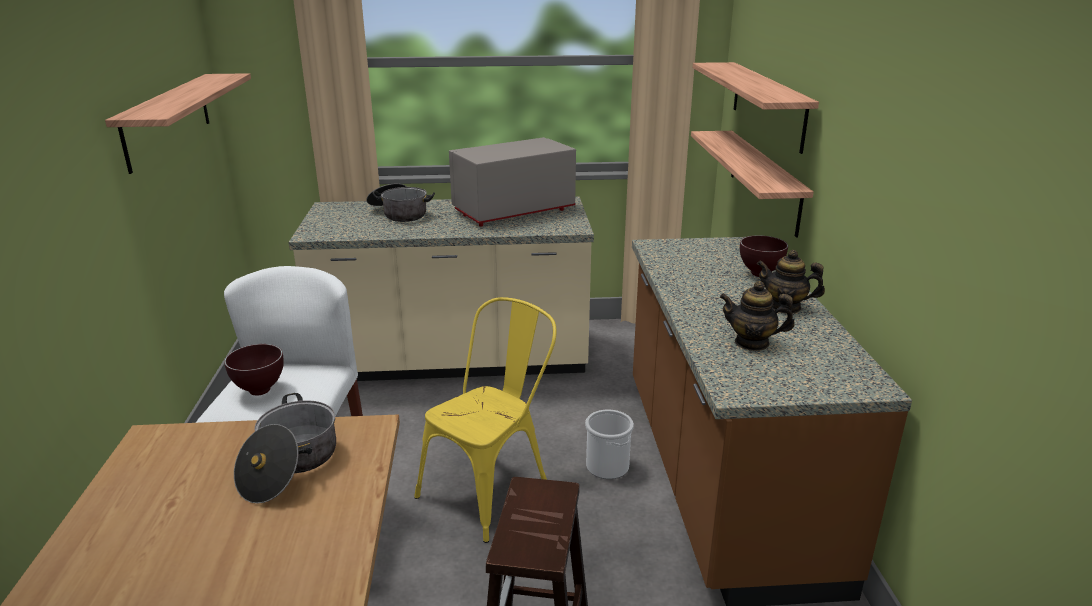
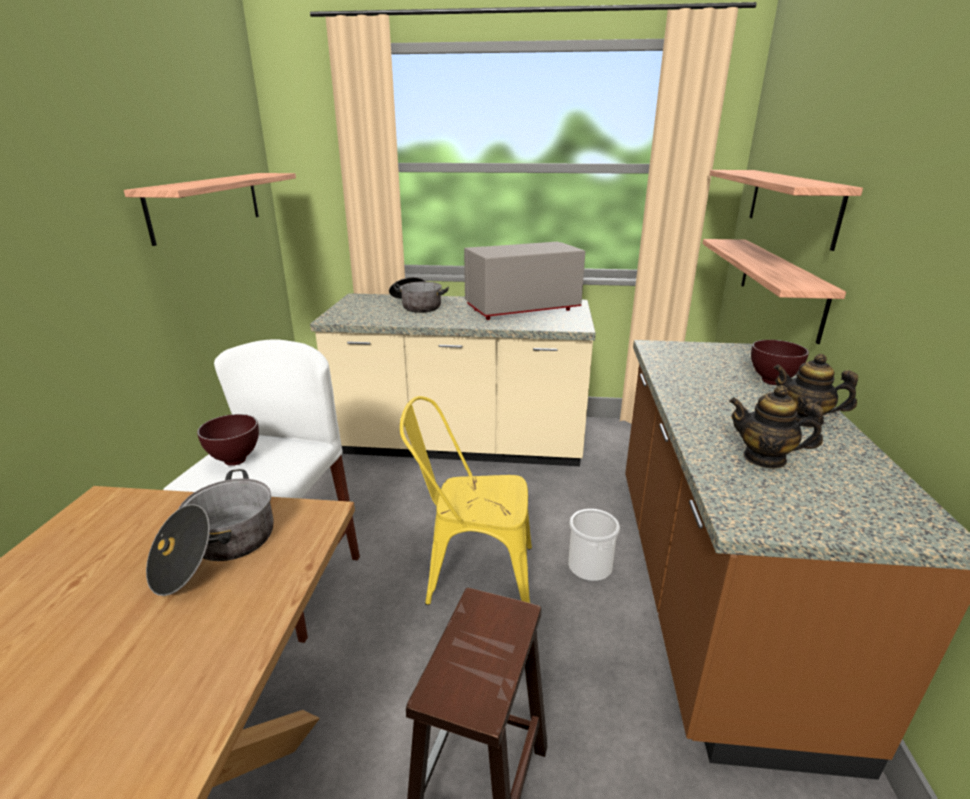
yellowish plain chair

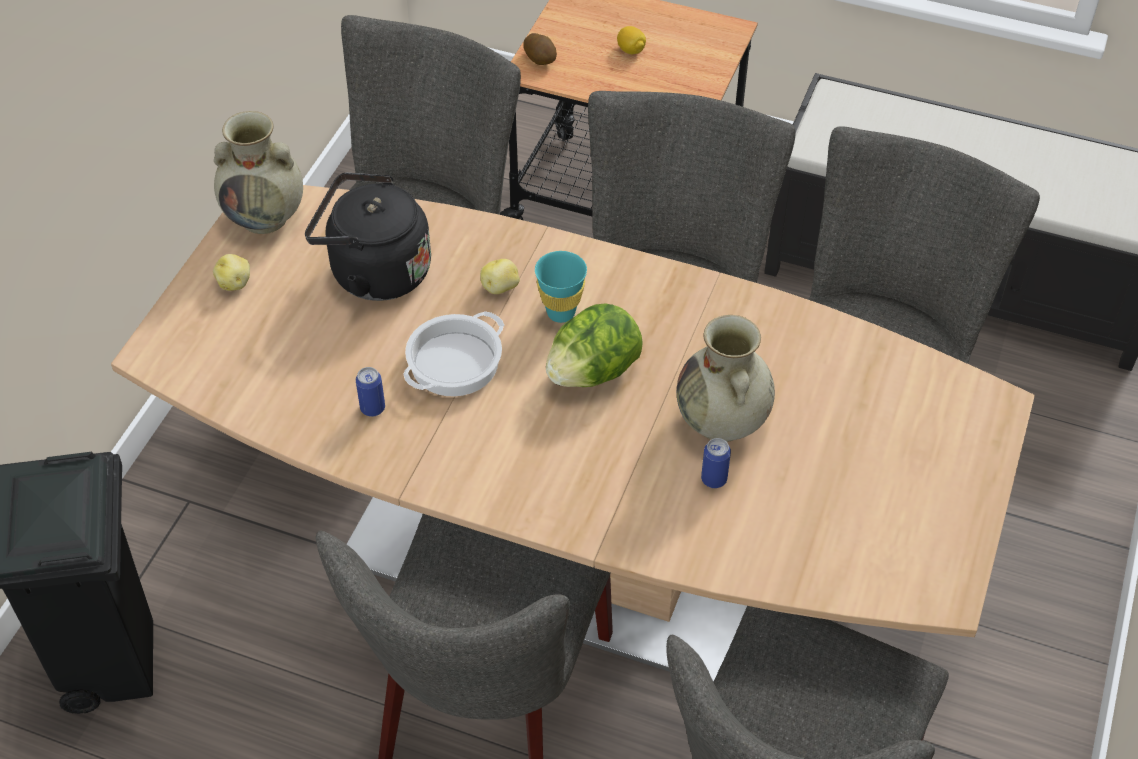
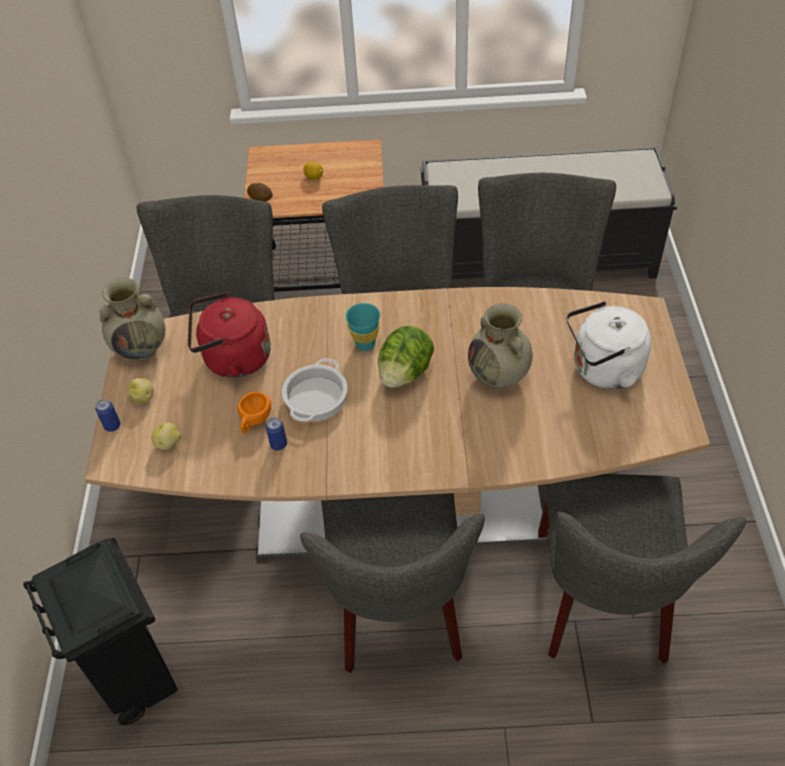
red-coloured tea kettle; potato (no. 2 from left); sealed can (no. 1 from left); orange drinking cup; white-coloured tea kettle

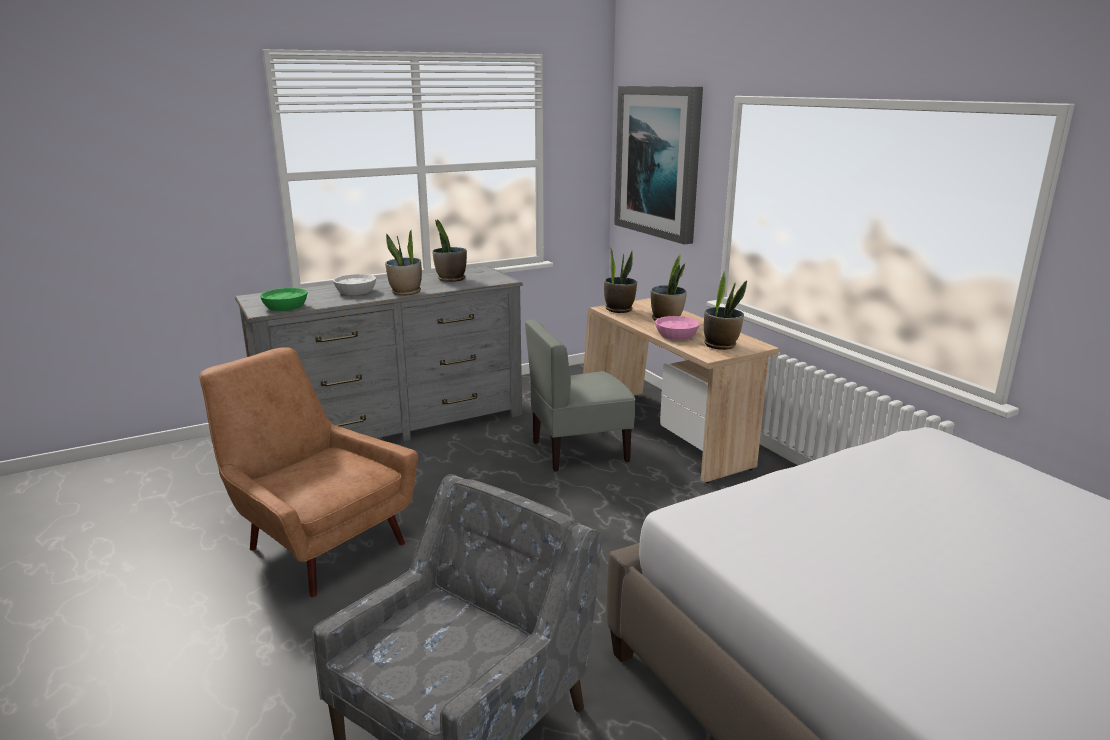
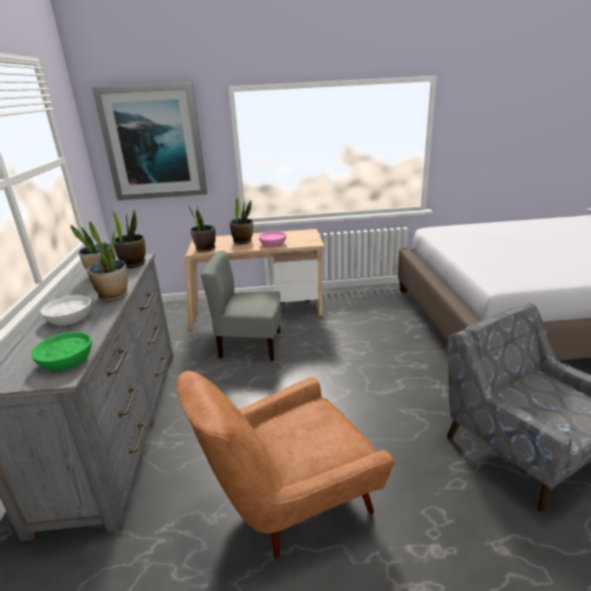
grey plain chair; potted plant (no. 3 from left)

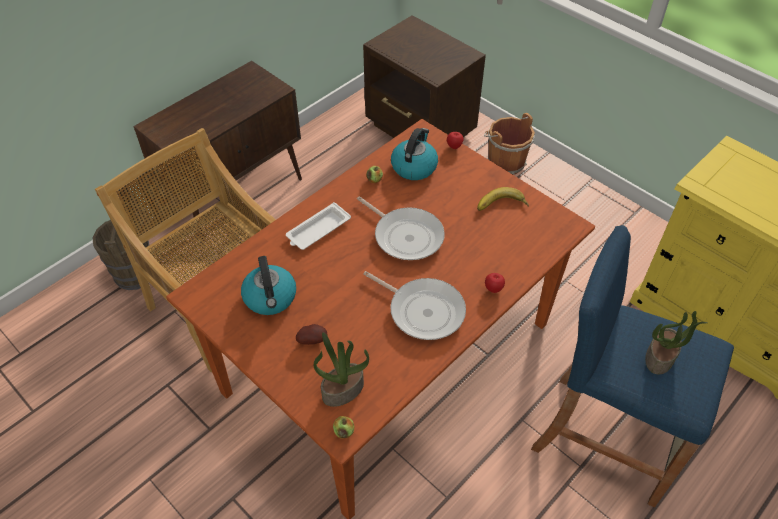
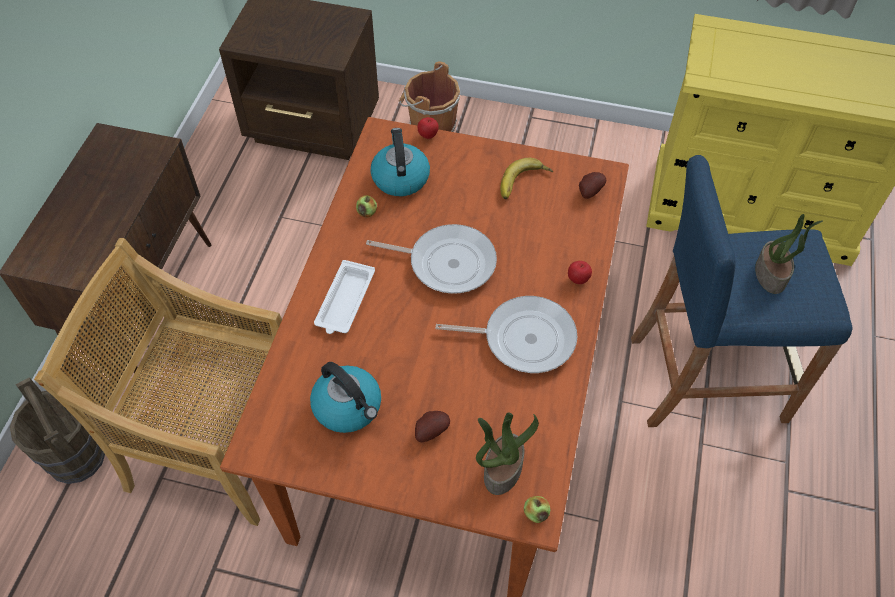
potato (no. 2 from left)

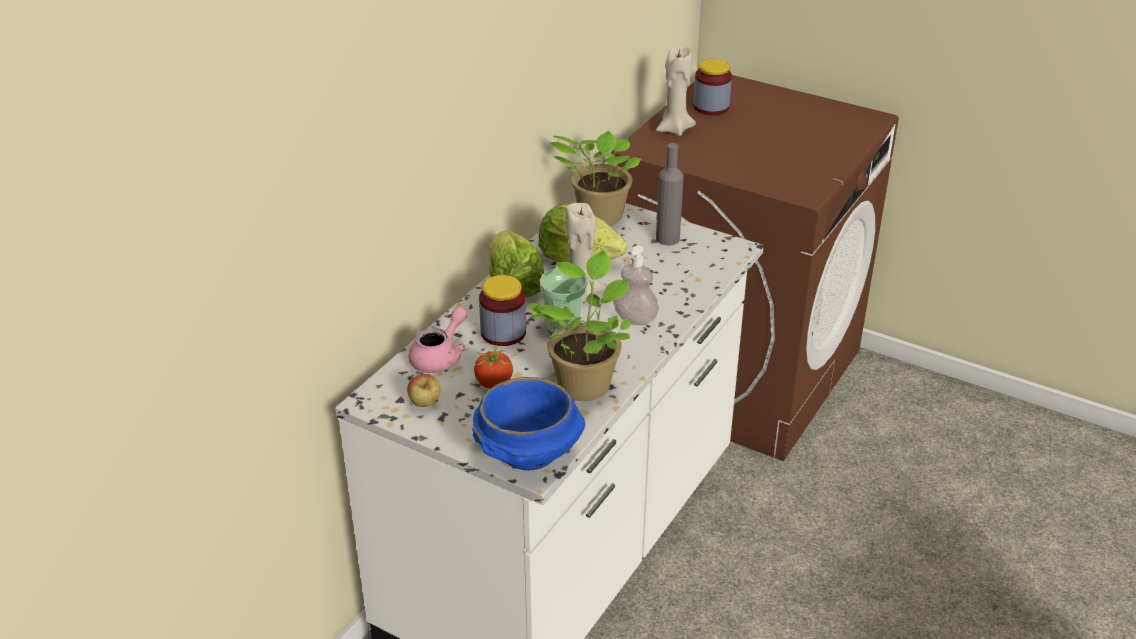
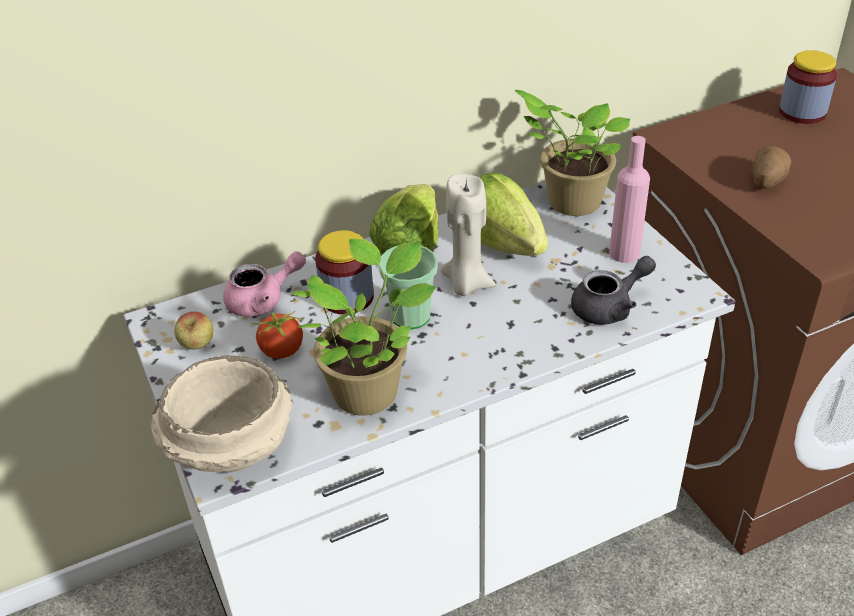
beige deep dish; soap dispenser; beige candle (no. 2 from left in the first image); pink-coloured bottle; grey tea pot; potato

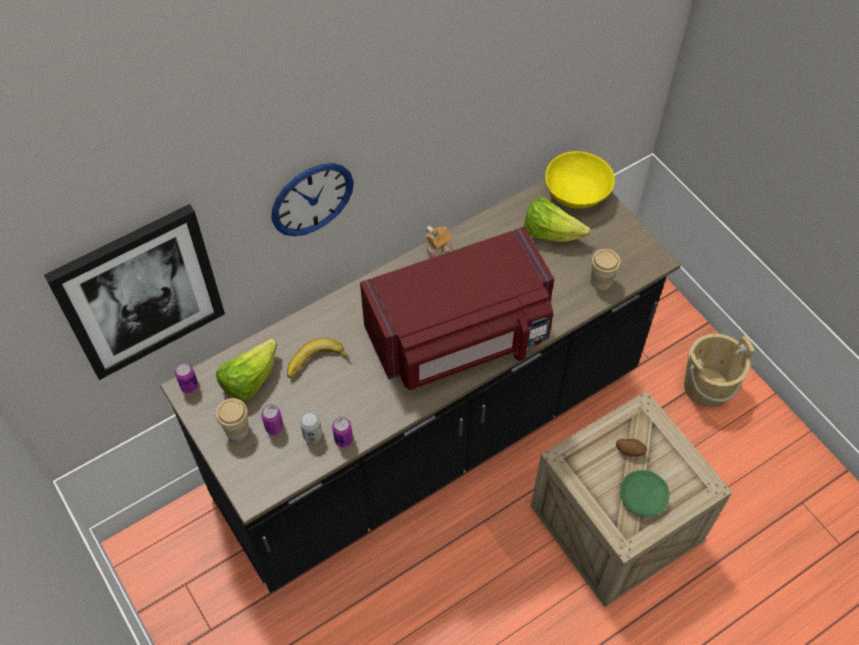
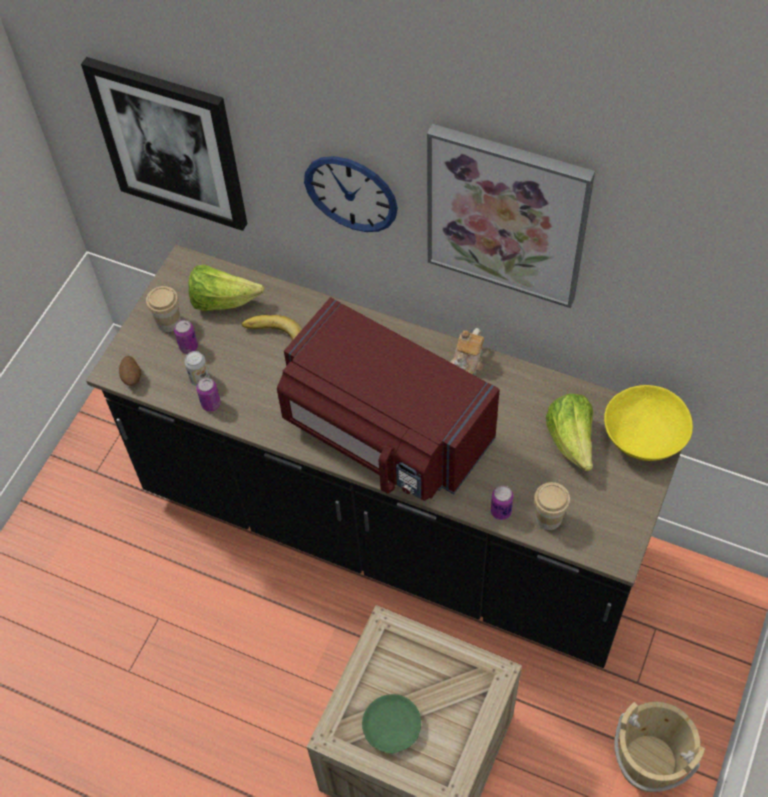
sealed can (no. 4 from left); potato; wall picture (no. 2 from left)

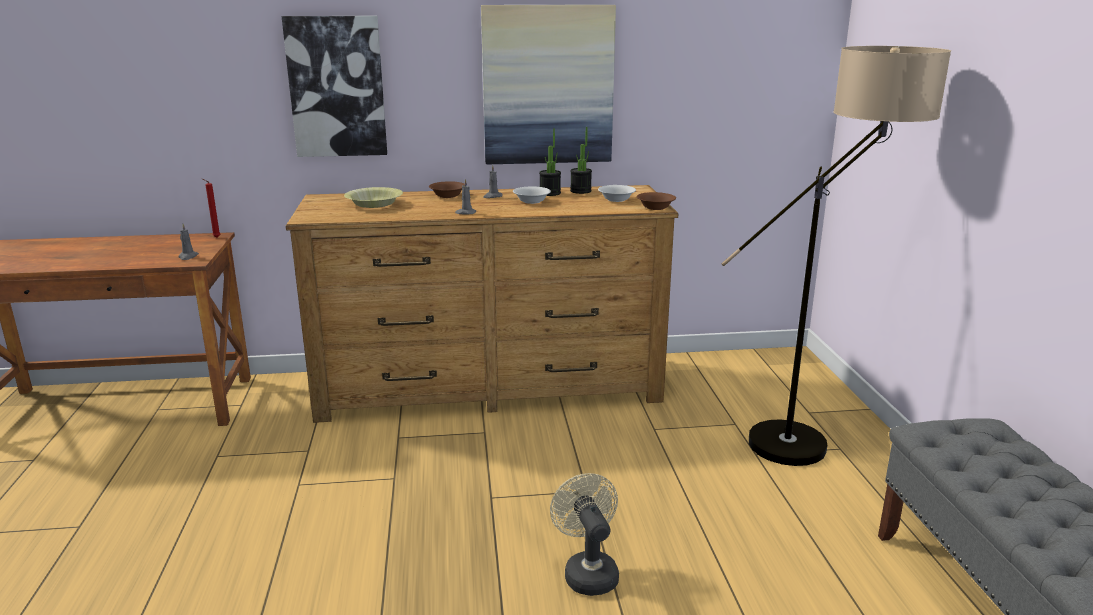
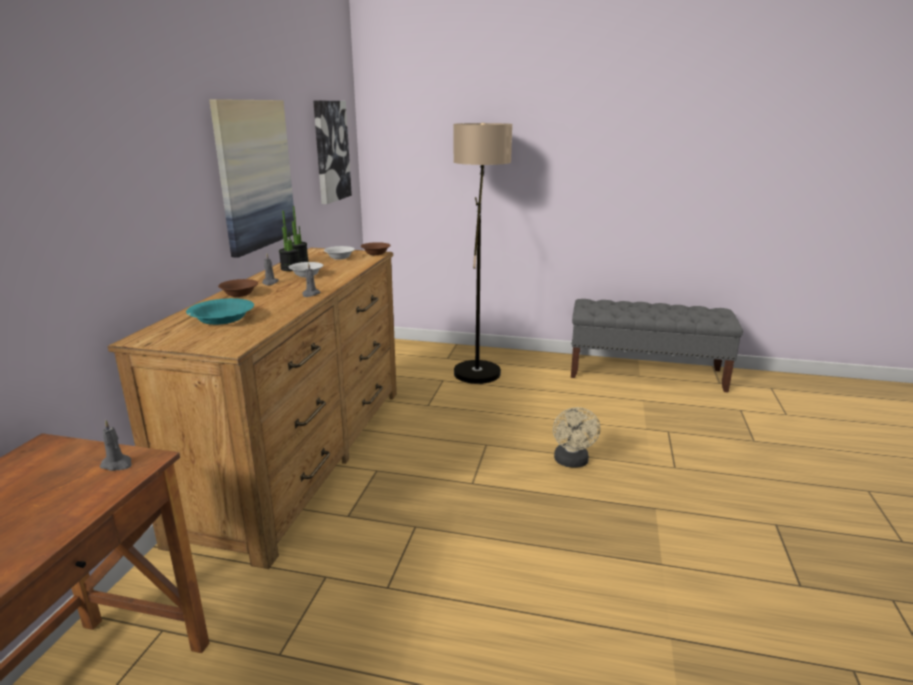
red-coloured candle; wall picture (no. 2 from left); turquoise-coloured deep dish; beige electric fan

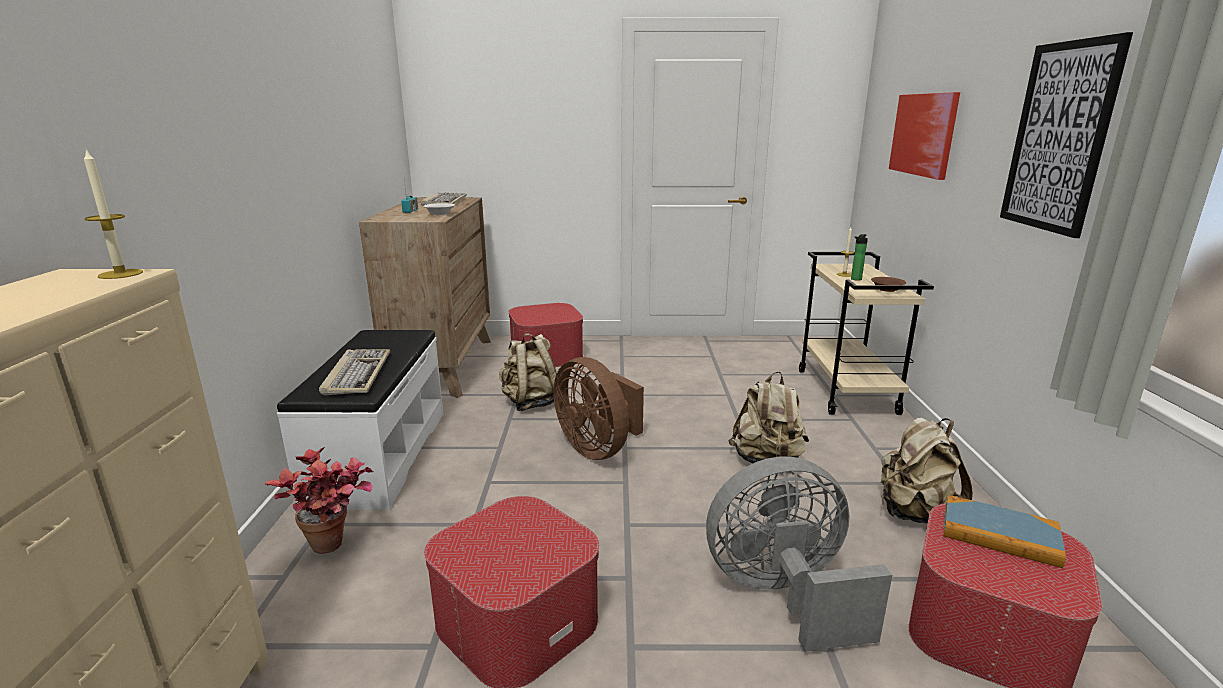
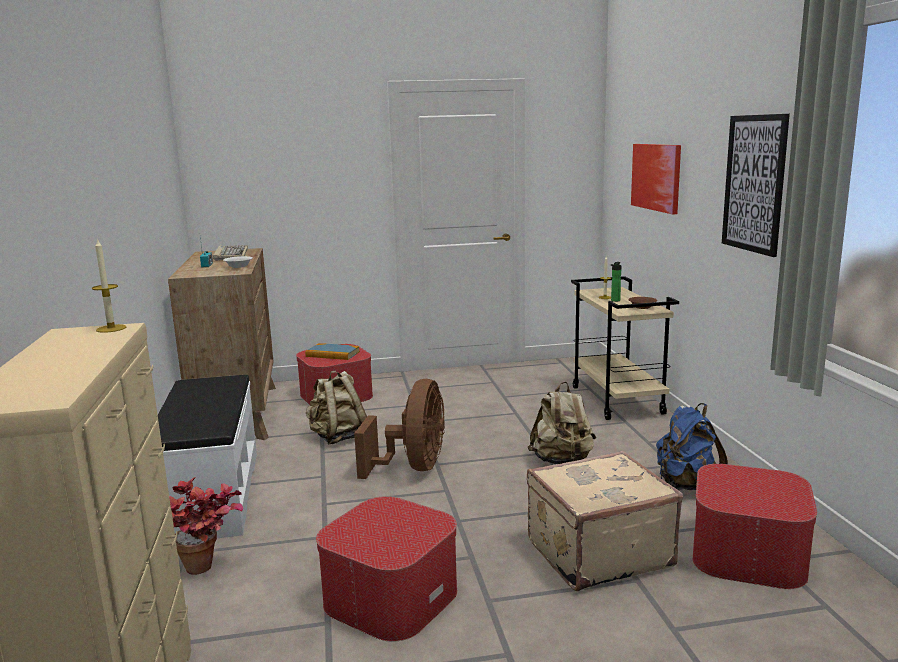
computer keyboard (no. 1 from left in the first image); brown-coloured electric fan; beige suitcase; blue knapsack; bound book

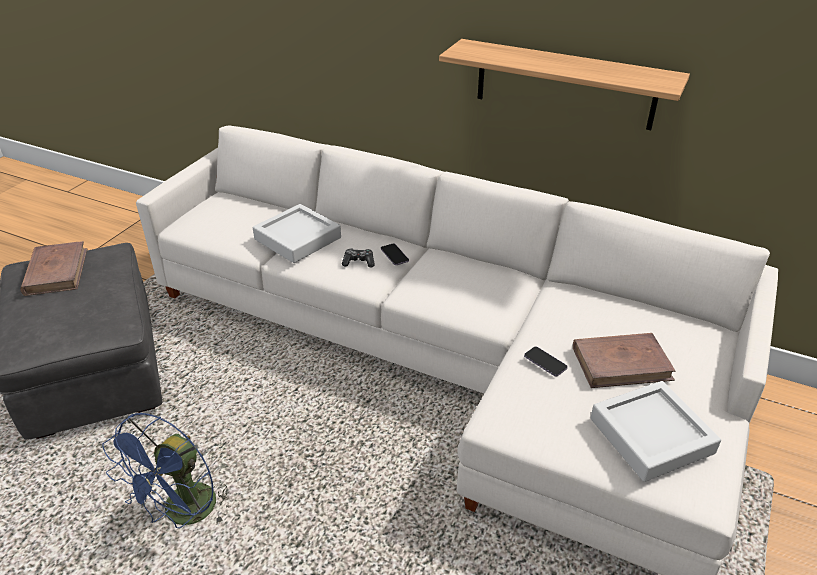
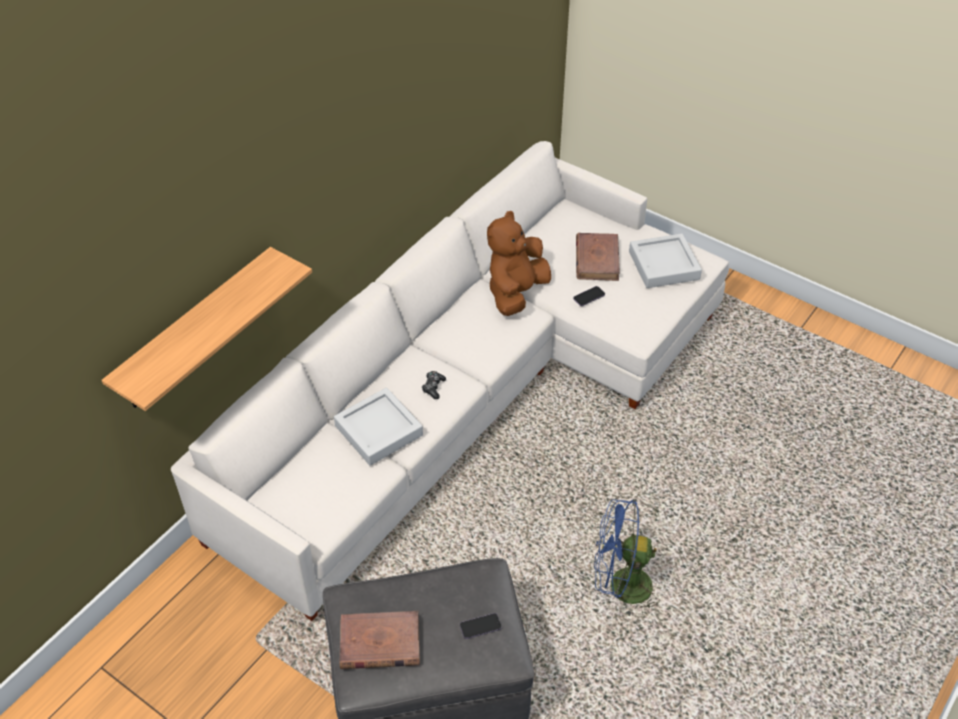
blue electric fan; phone (no. 1 from left); shelf; brown-coloured cuddly toy

